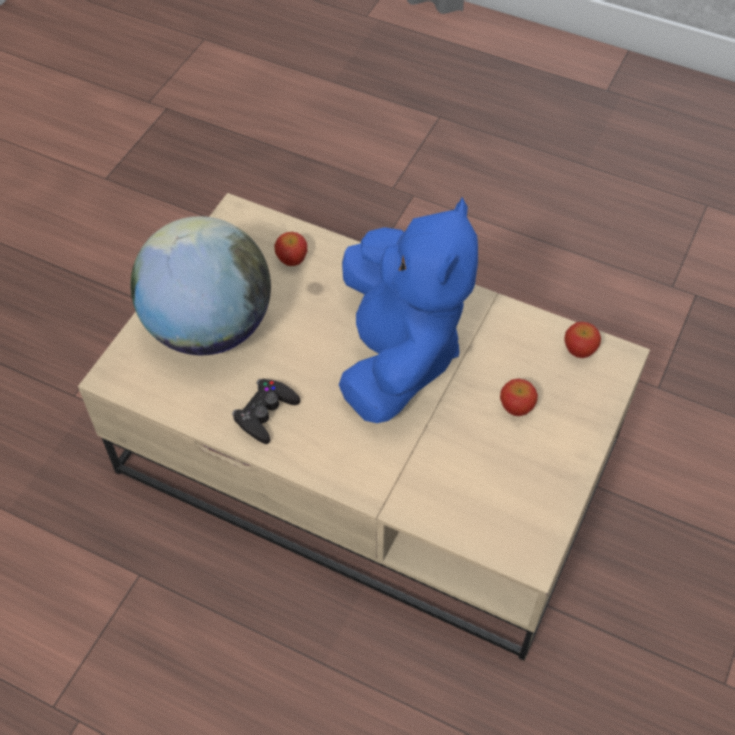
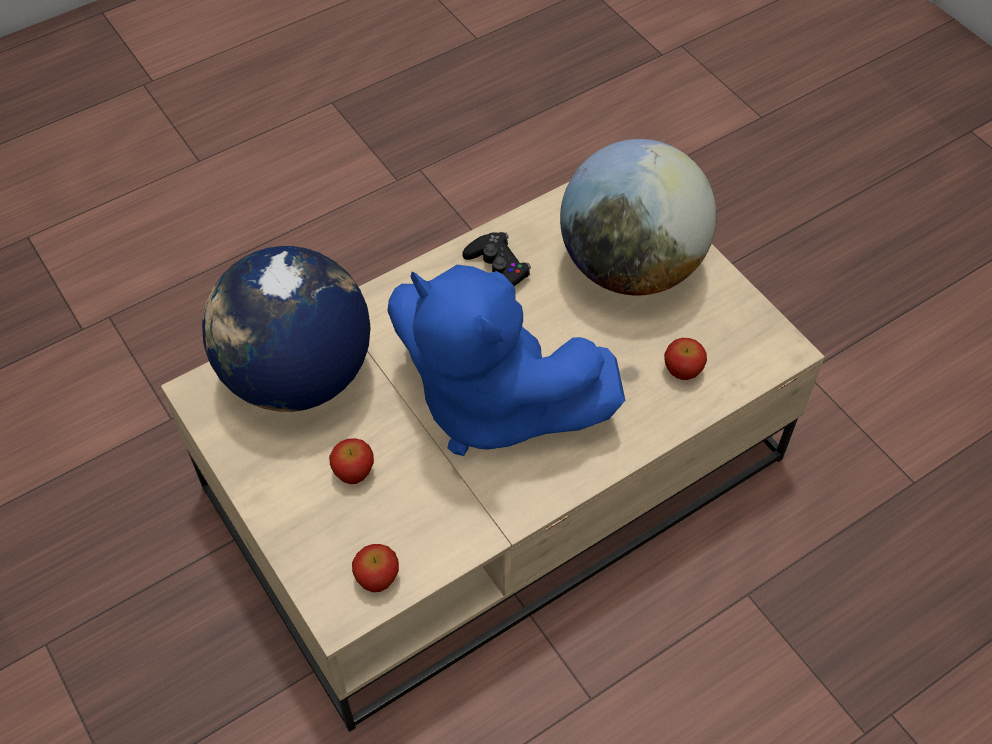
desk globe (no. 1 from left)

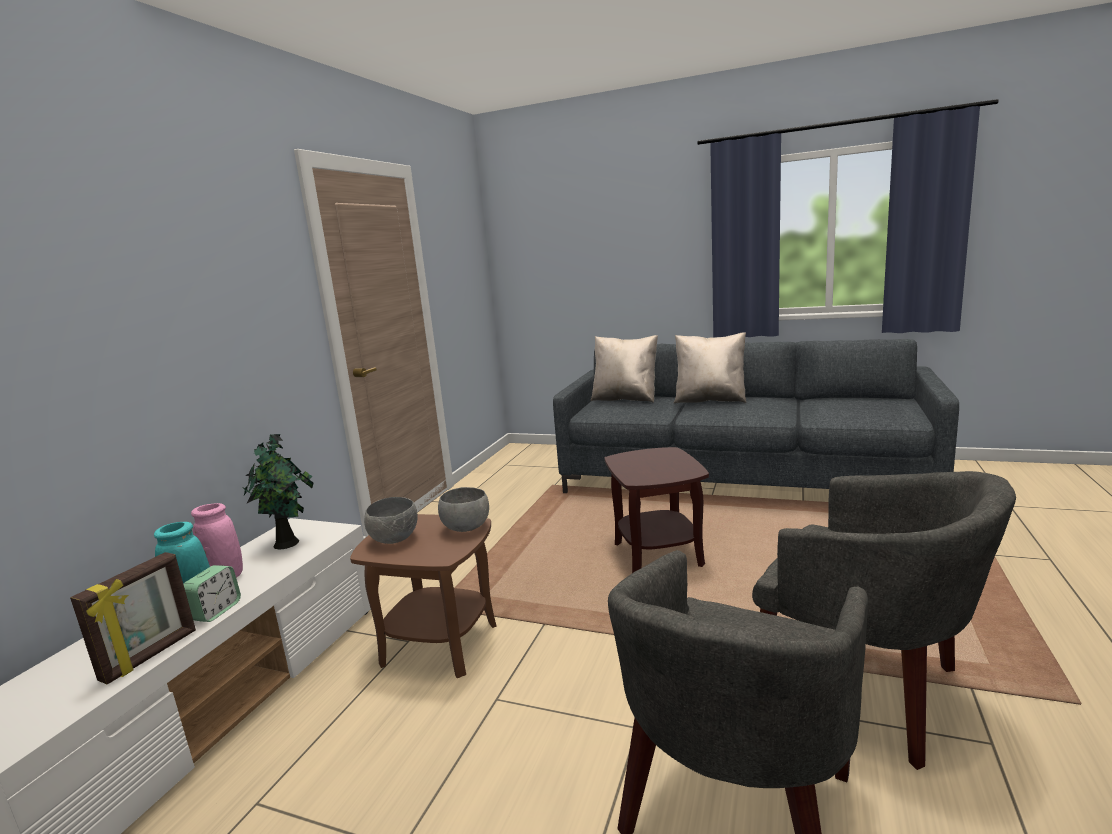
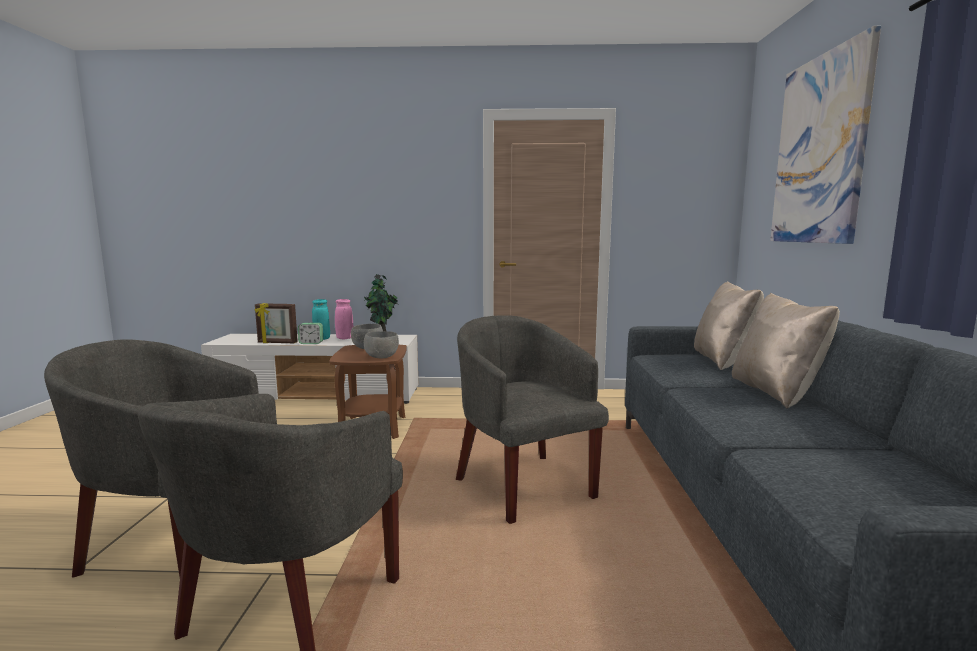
grey easy chair (no. 3 from left); wall picture

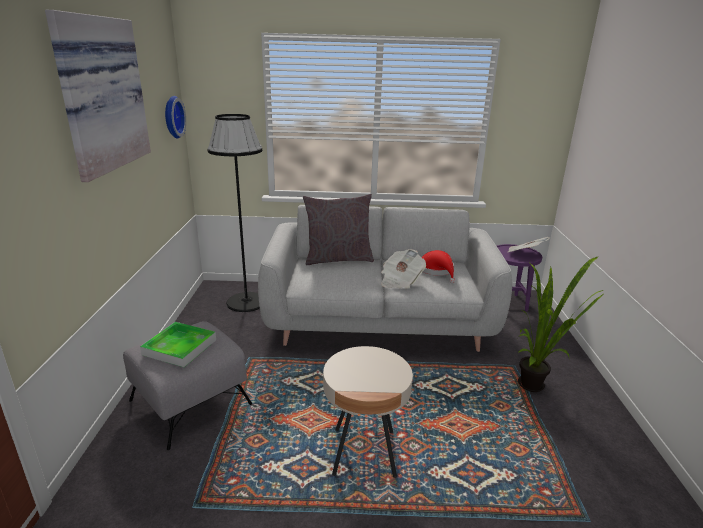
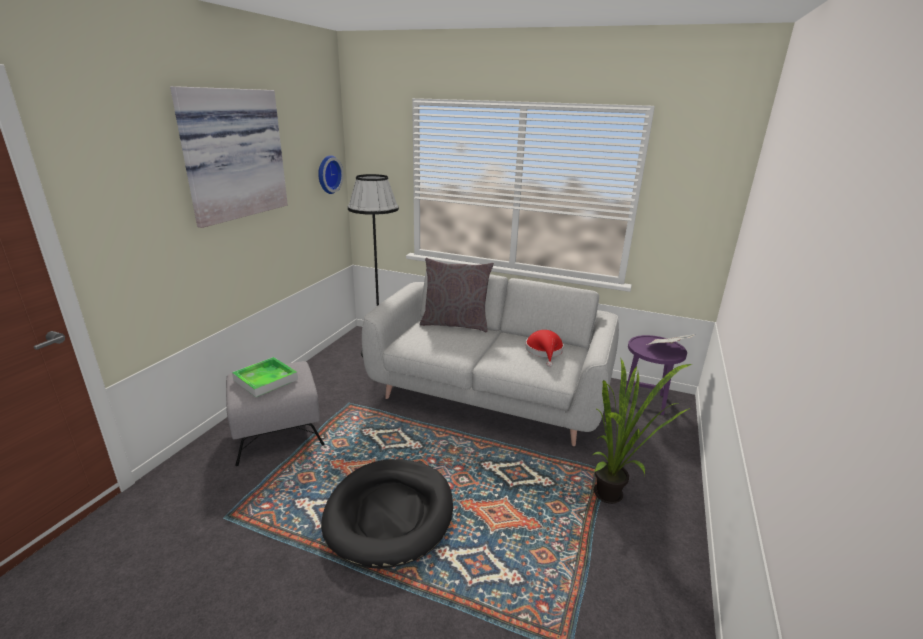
blackish dog bed; daily paper (no. 1 from left in the first image)

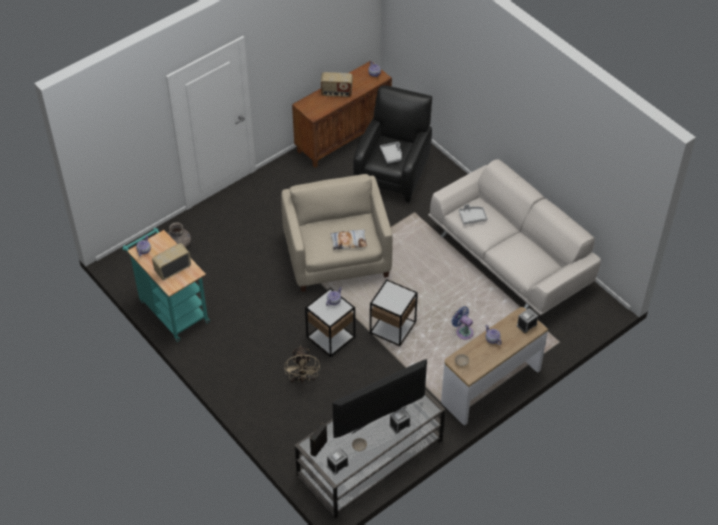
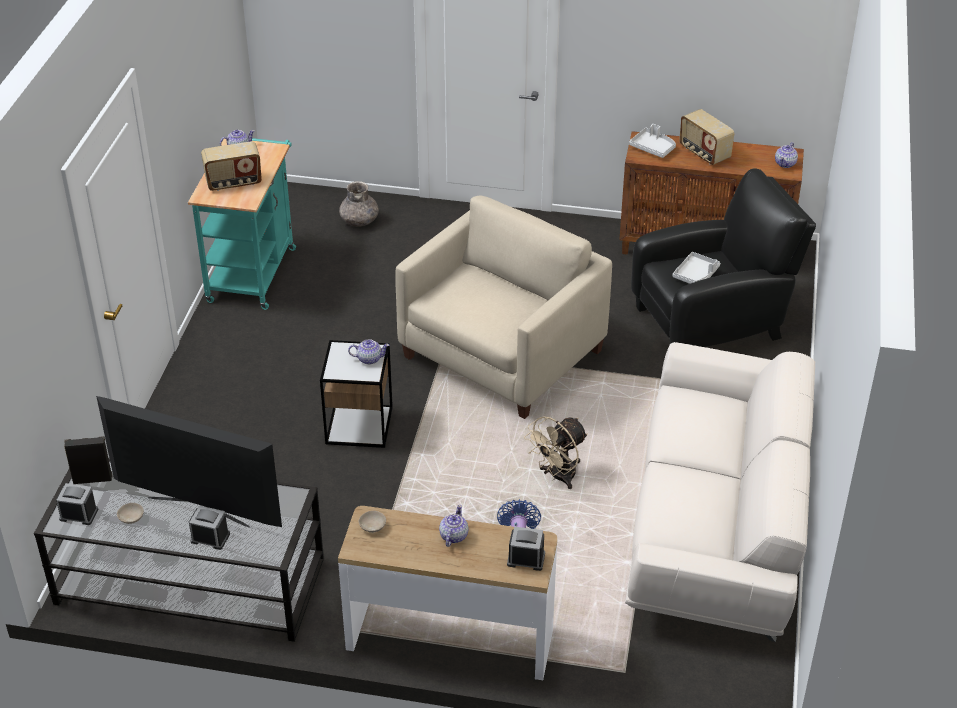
radio (no. 1 from left); beige electric fan; pillow; end table (no. 2 from left in the first image); grey tray (no. 1 from left)

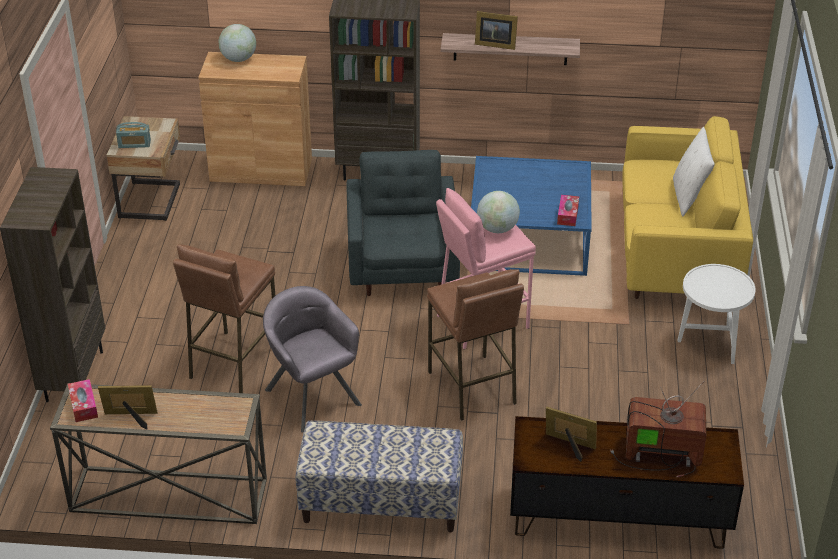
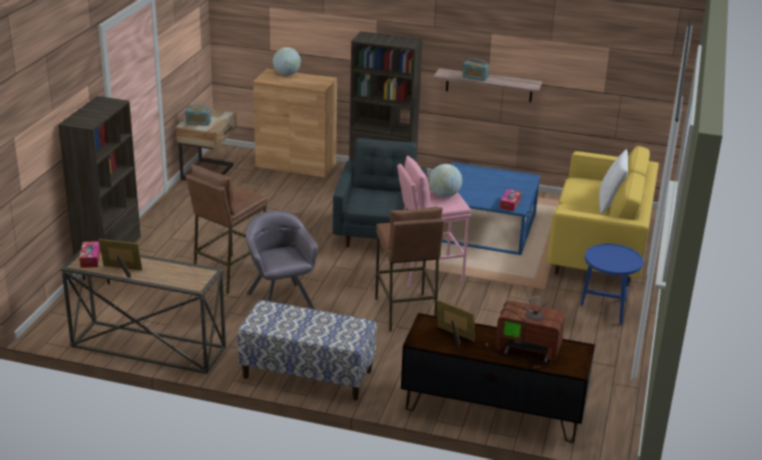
radio (no. 2 from left); blue end table

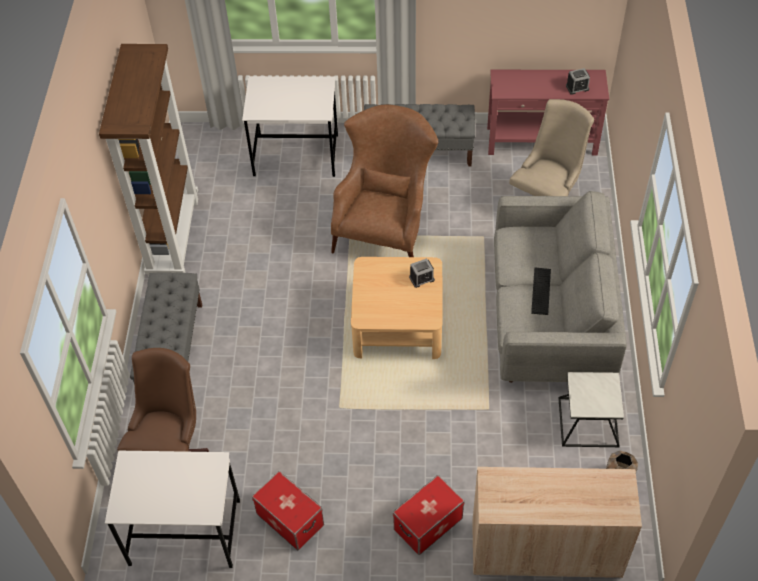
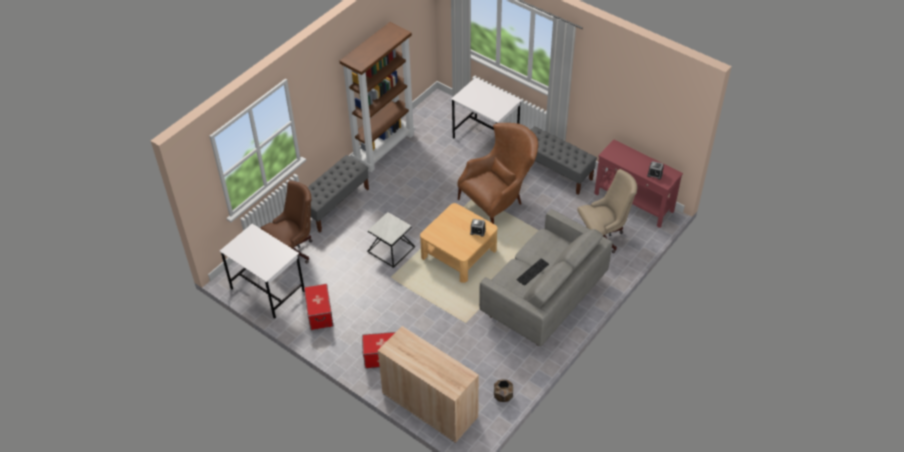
end table

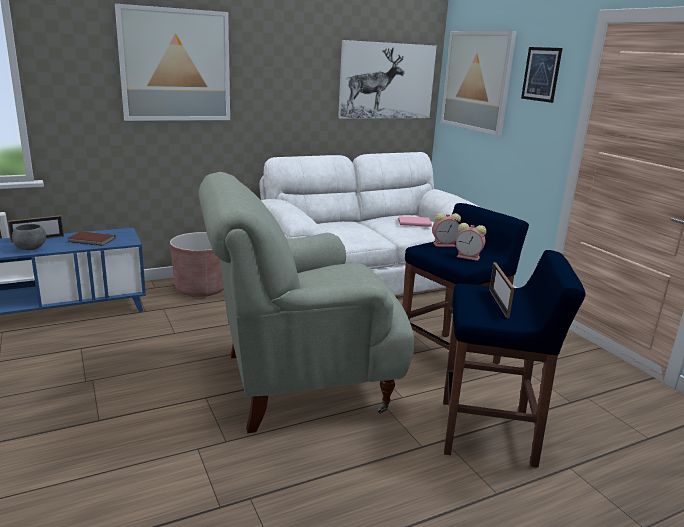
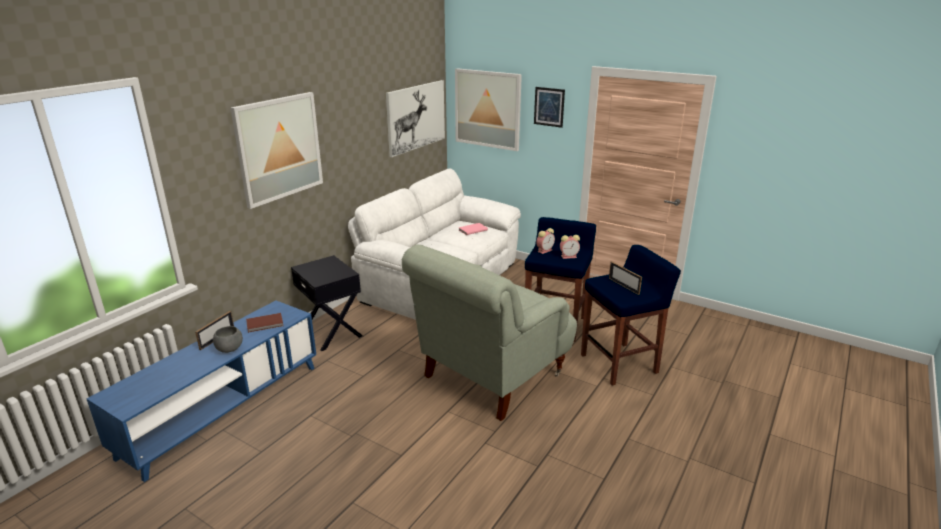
blackish end table

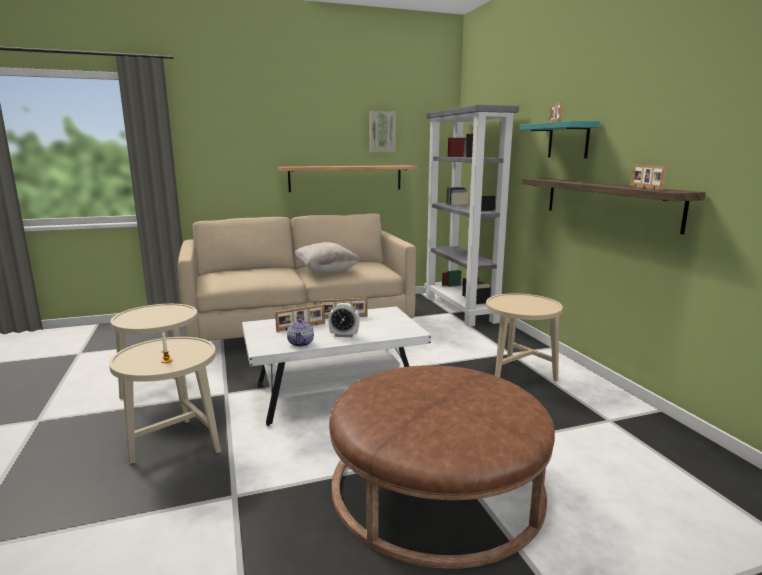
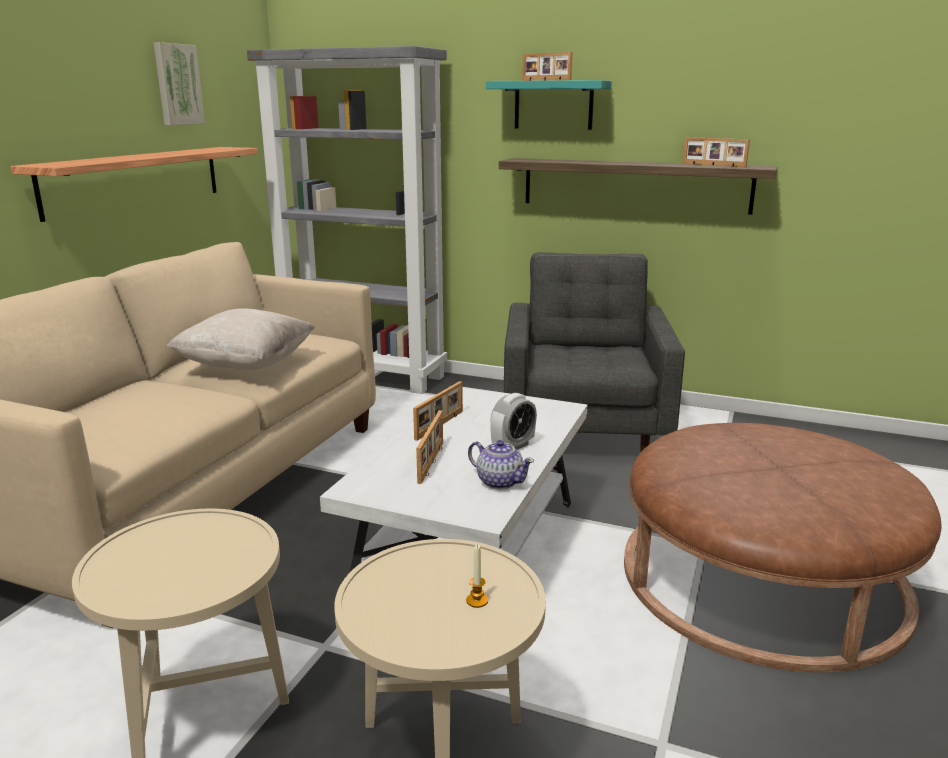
grey easy chair

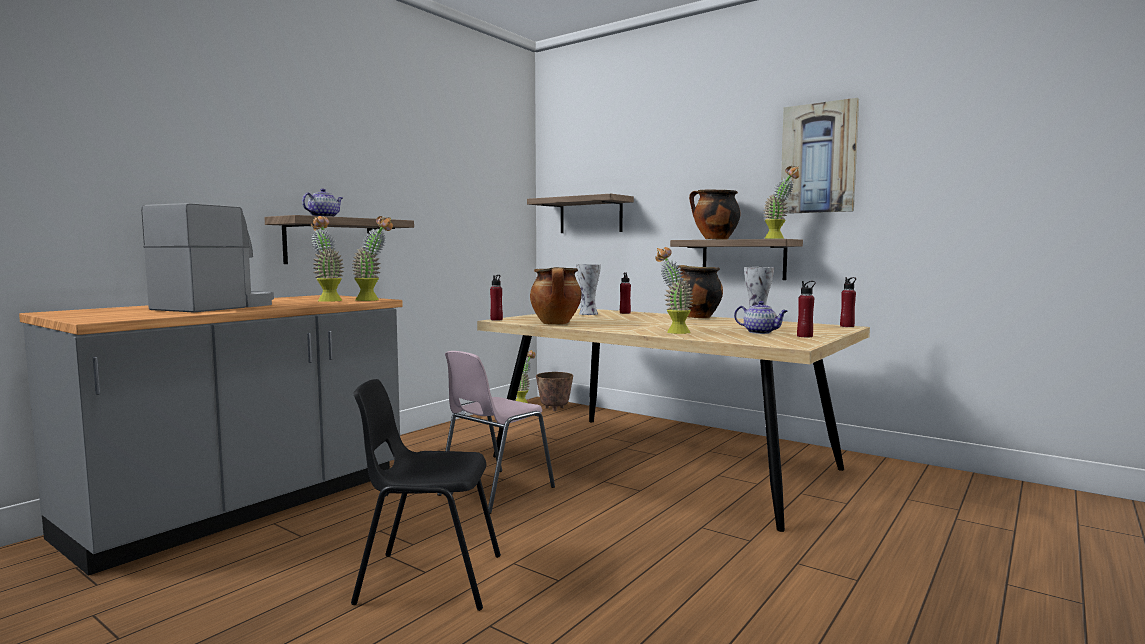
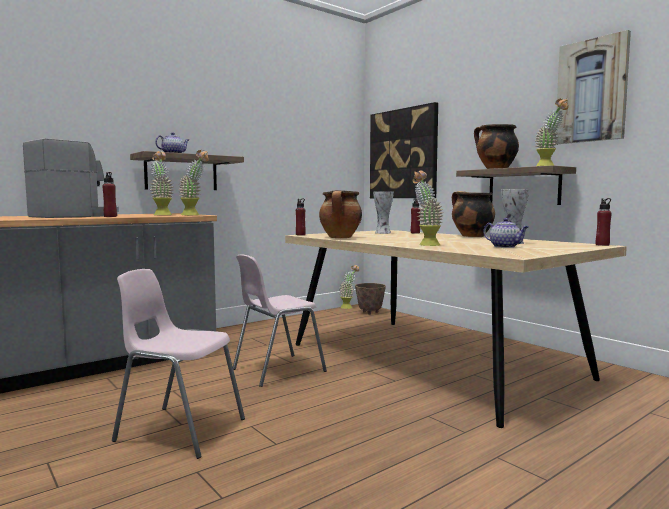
pink-coloured plain chair (no. 1 from left); wall picture (no. 1 from left); red-coloured bottle (no. 1 from left)

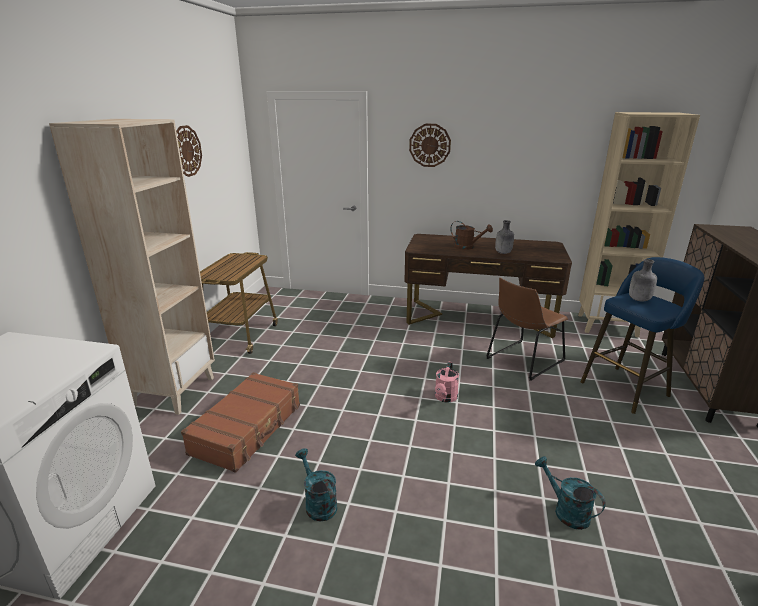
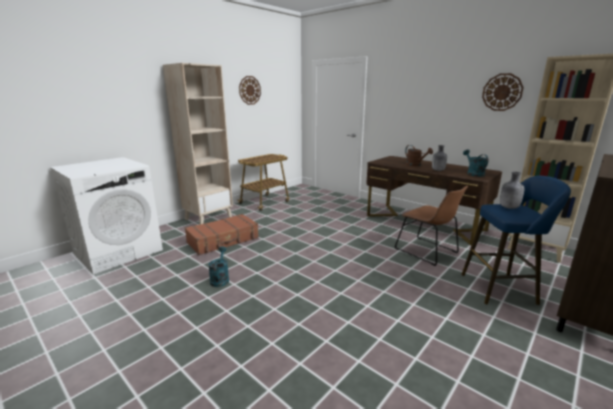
wall clock (no. 2 from left); pink-coloured watering can; brown-coloured plain chair; turquoise-coloured watering can (no. 2 from left)

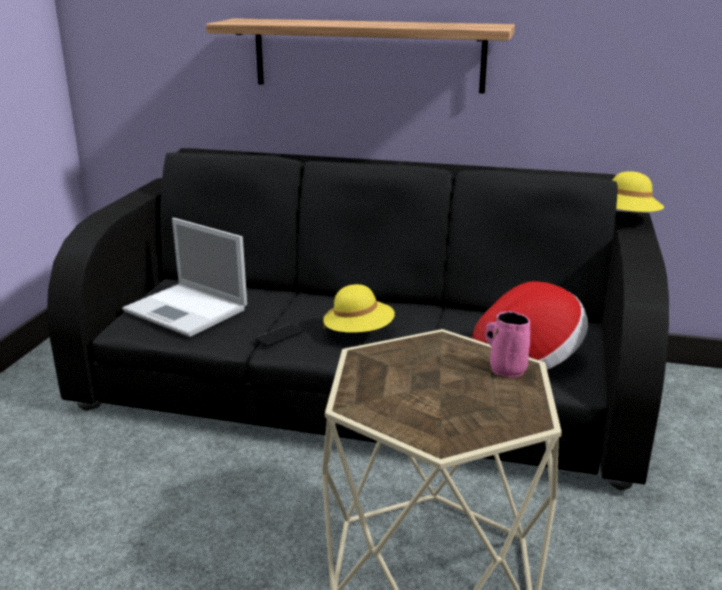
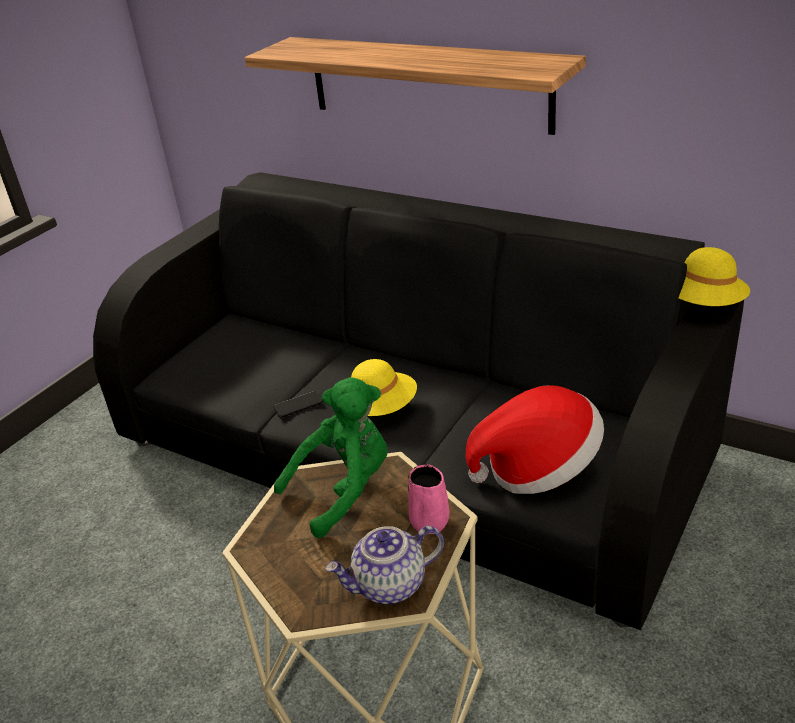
notebook computer; greenish cuddly toy; tea pot

